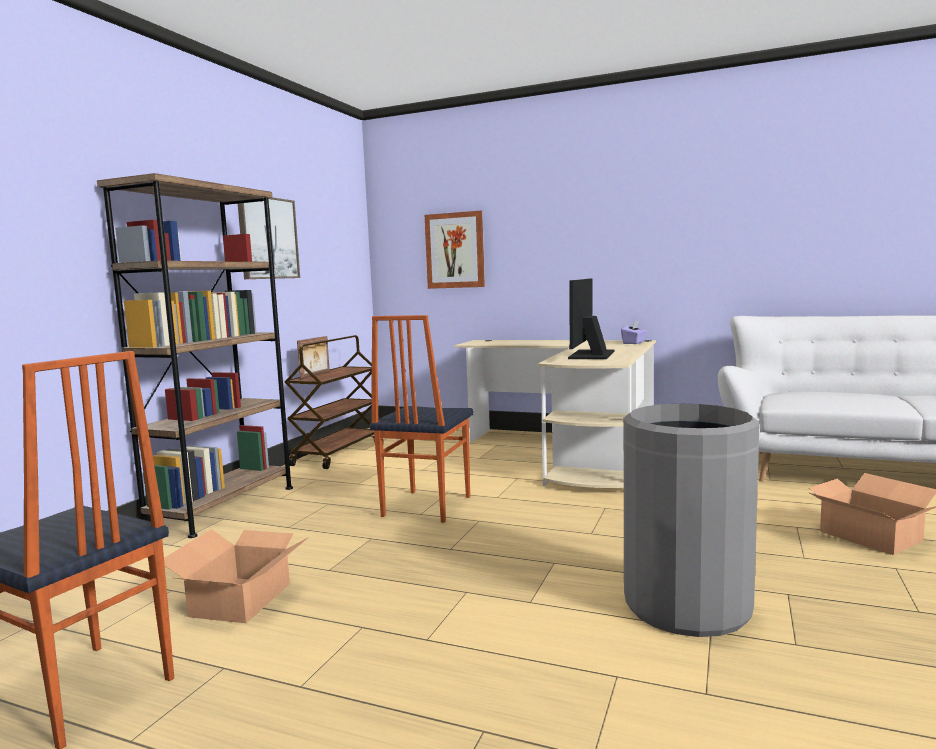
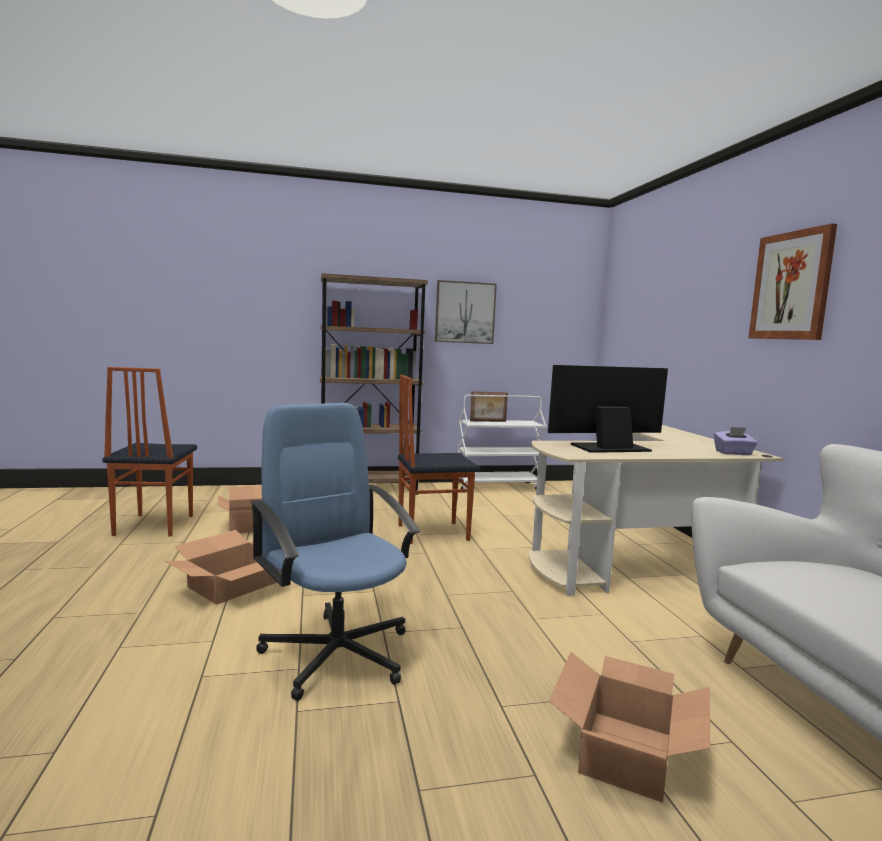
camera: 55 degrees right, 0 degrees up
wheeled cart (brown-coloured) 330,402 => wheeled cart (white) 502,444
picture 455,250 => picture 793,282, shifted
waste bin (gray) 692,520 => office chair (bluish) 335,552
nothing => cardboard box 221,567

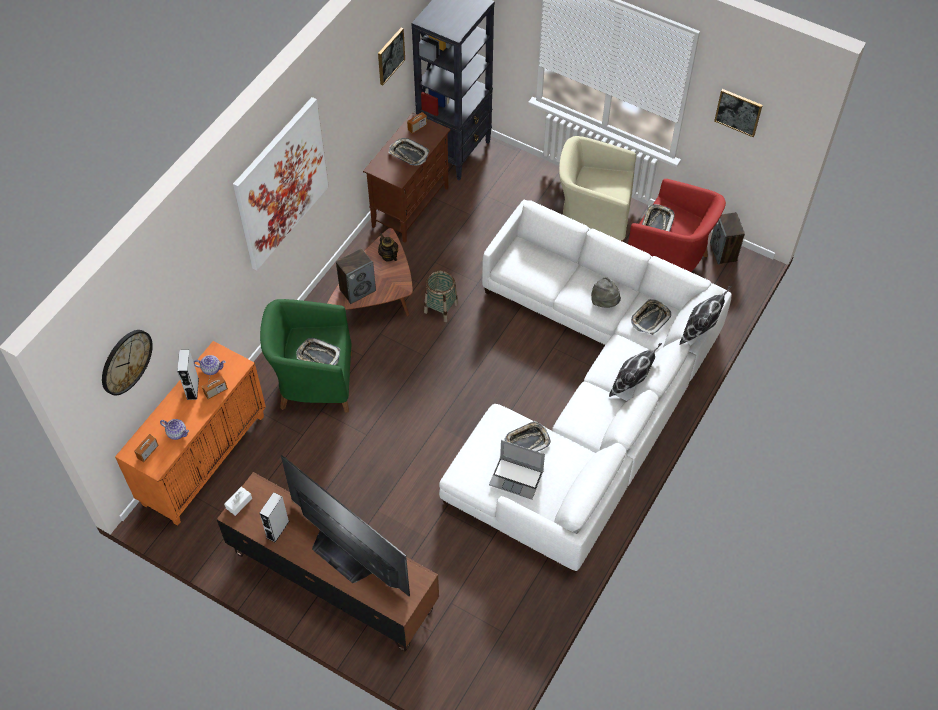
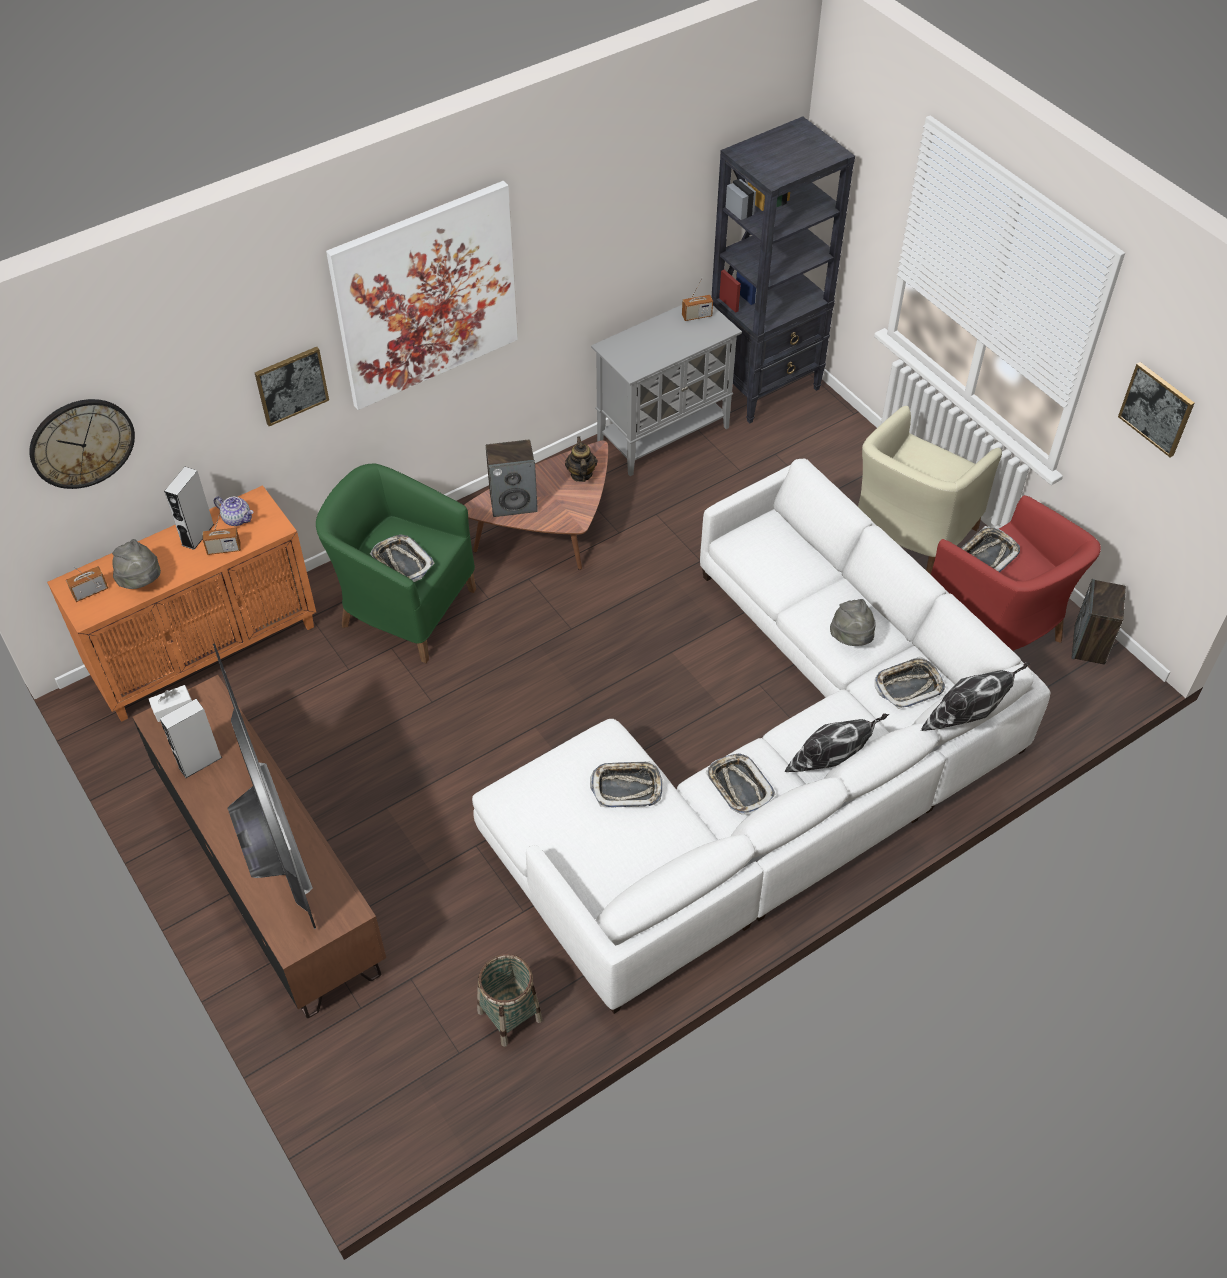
camera: 25 degrees right, 5 degrees down
tea pot 174,429 => hat (gray) 136,564
cupboard (brown-coloured) 407,177 => cupboard (gray) 666,390
picture 391,56 => picture 292,386, shifted
serving tray 409,152 => serving tray 741,784, shifted
storage basket 441,296 => storage basket 510,1000, shifted
notebook computer 517,470 => nothing
lounge chair (beige) 597,189 => lounge chair (beige) 930,490, 90 degrees counterclockwise

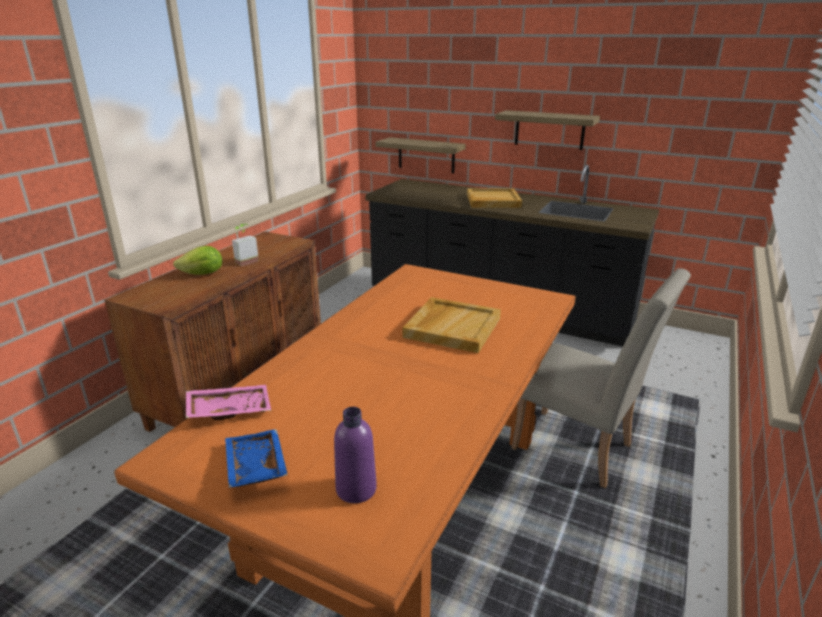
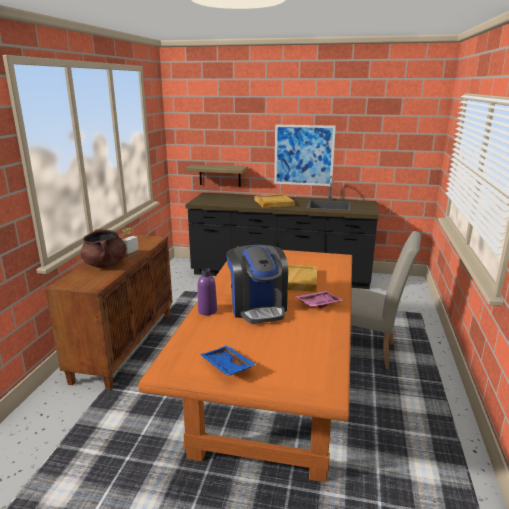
camera: 15 degrees left, 5 degrees down
head of lettuce 197,260 => stockpot (brown-coloured) 103,248
serving tray (pink) 228,402 => serving tray (pink) 319,299, shifted
bottle (purple-coloured) 355,455 => bottle (purple-coloured) 207,291, shifted
wall shelf 547,130 => picture 305,155
nothing => coffee brewer 257,284

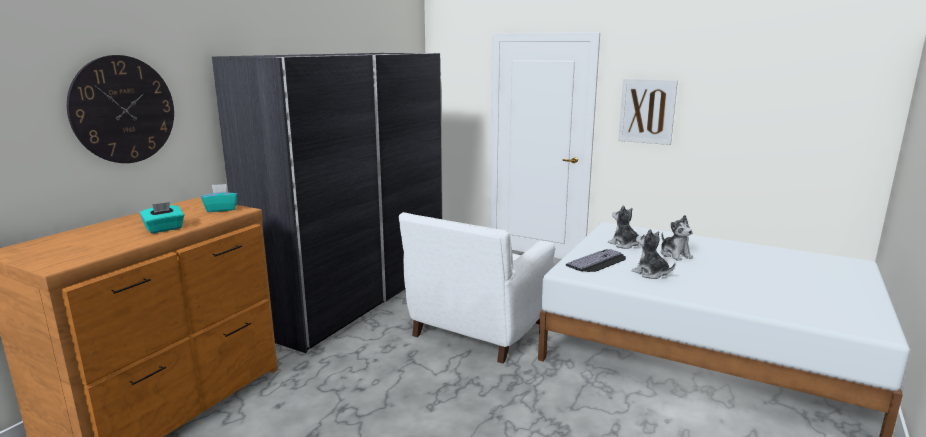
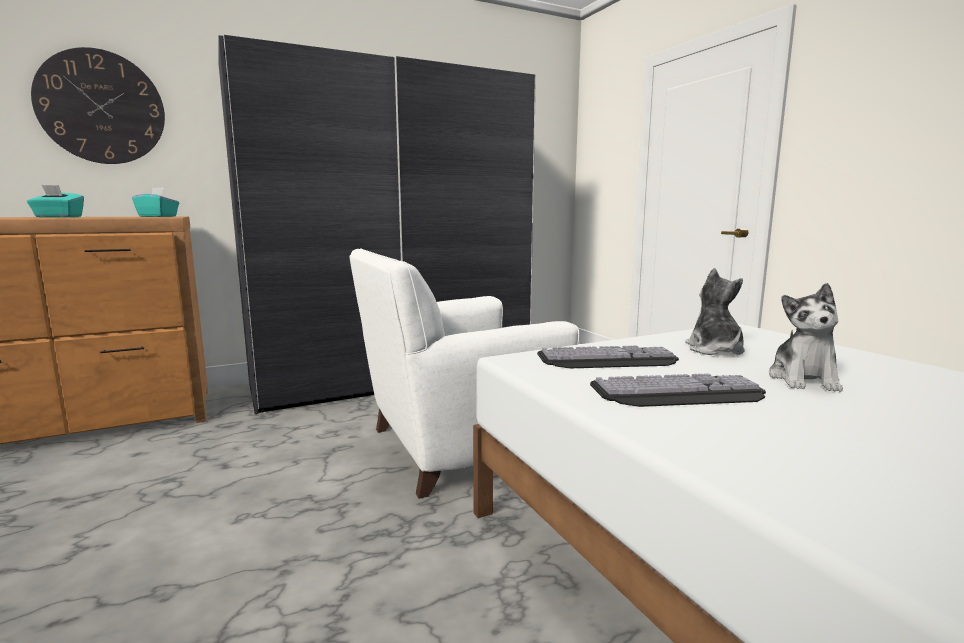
camera: 35 degrees right, 5 degrees down
picture 648,112 => nothing
plush toy 654,254 => keyboard 678,390

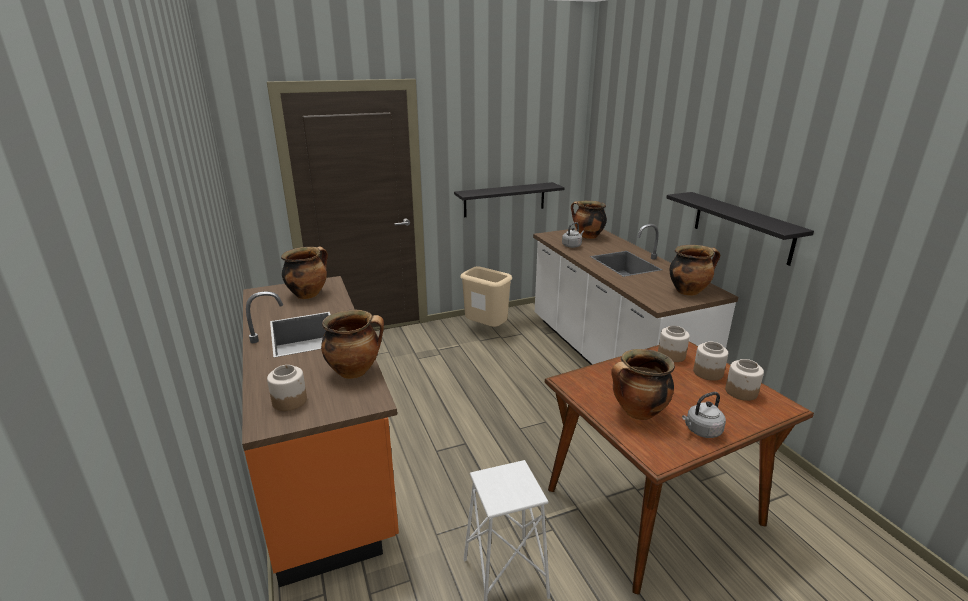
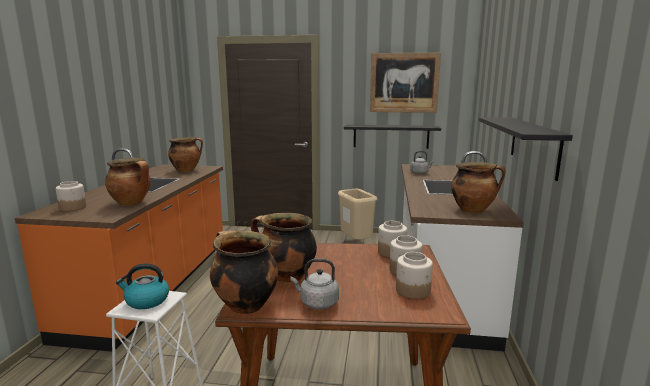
camera: 30 degrees right, 10 degrees down
stockpot 589,220 => stockpot 244,272, shifted
nothing => kettle 142,286
nothing => picture 405,83

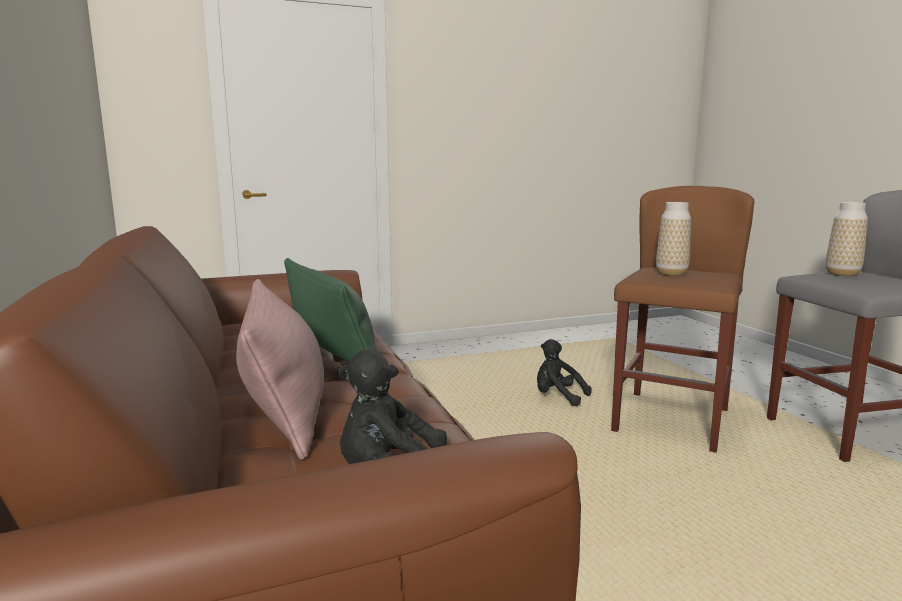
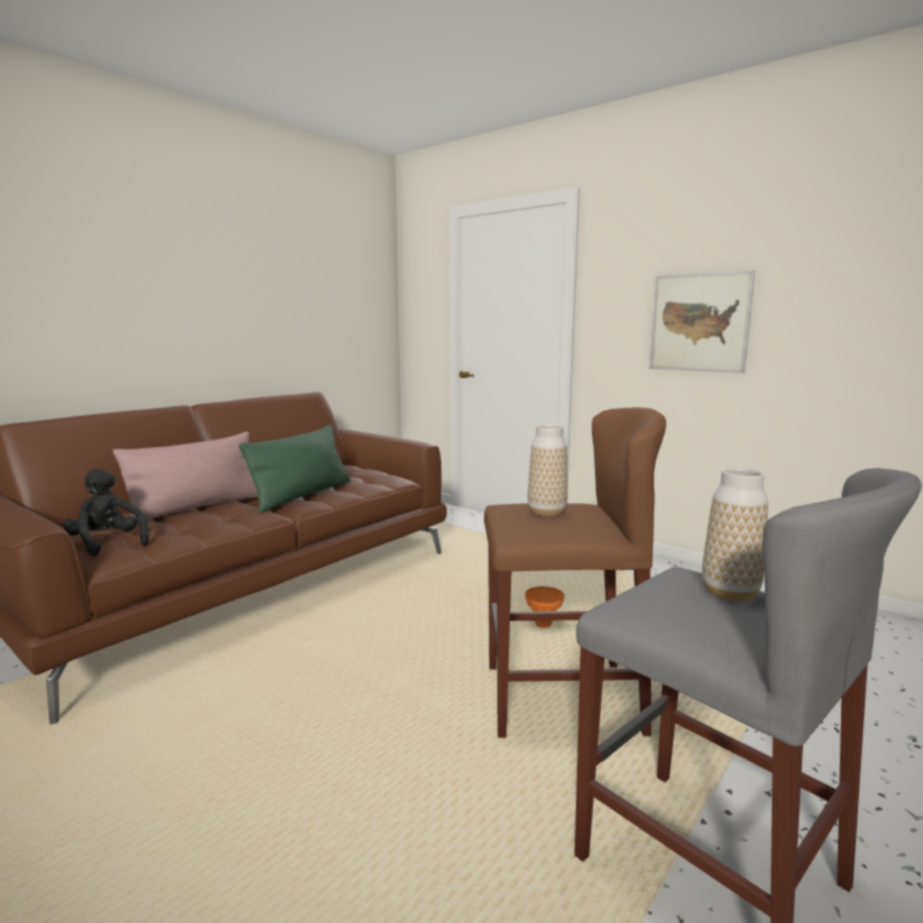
camera: 60 degrees right, 0 degrees up
plush toy (black) 564,372 => vase (orange-coloured) 544,607
nothing => picture 702,322

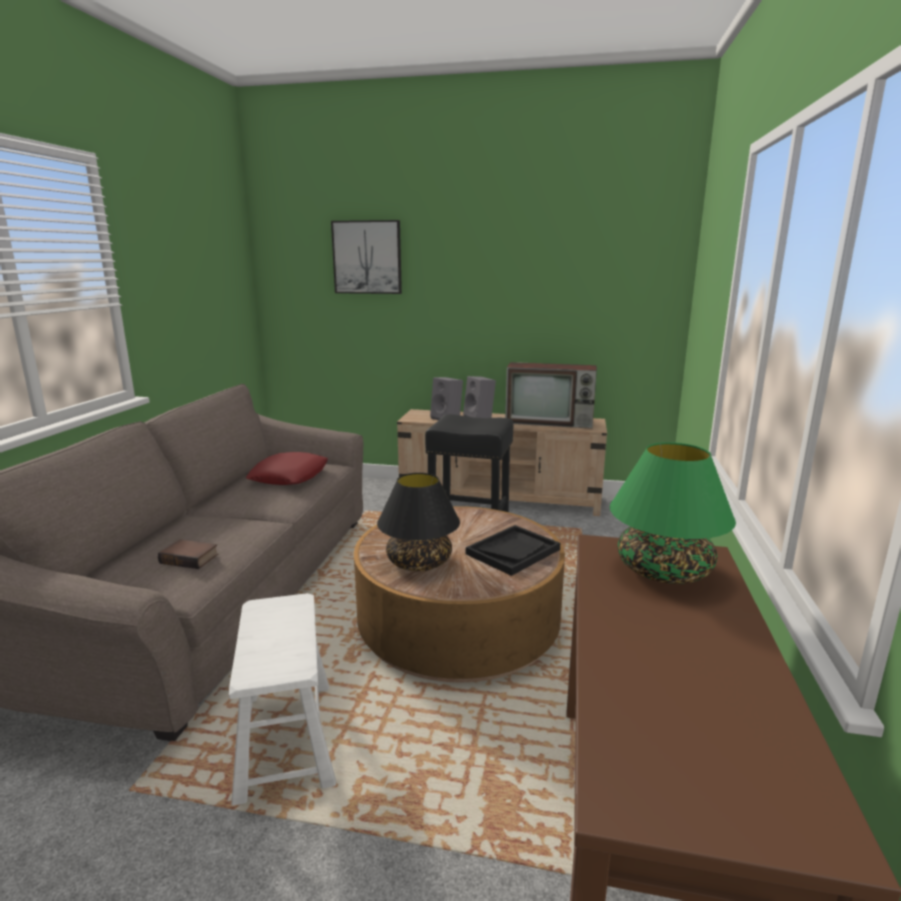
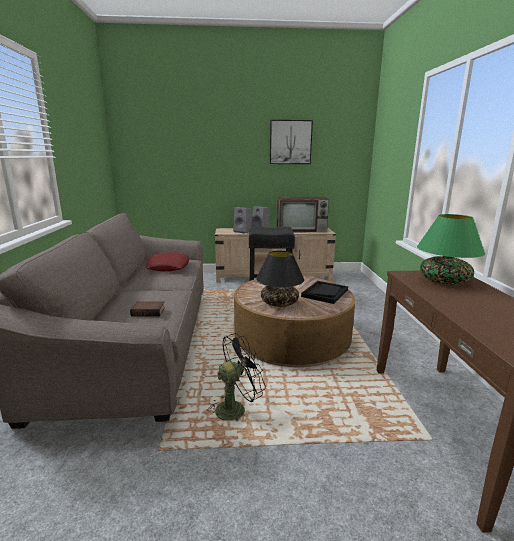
camera: 15 degrees left, 0 degrees up
stool (white) 282,699 => fan (black) 237,377
picture 366,257 => picture 291,142, shifted

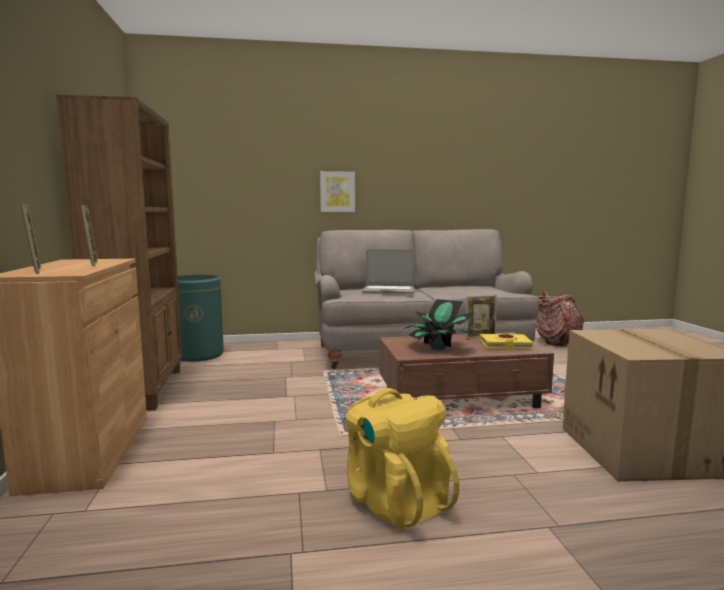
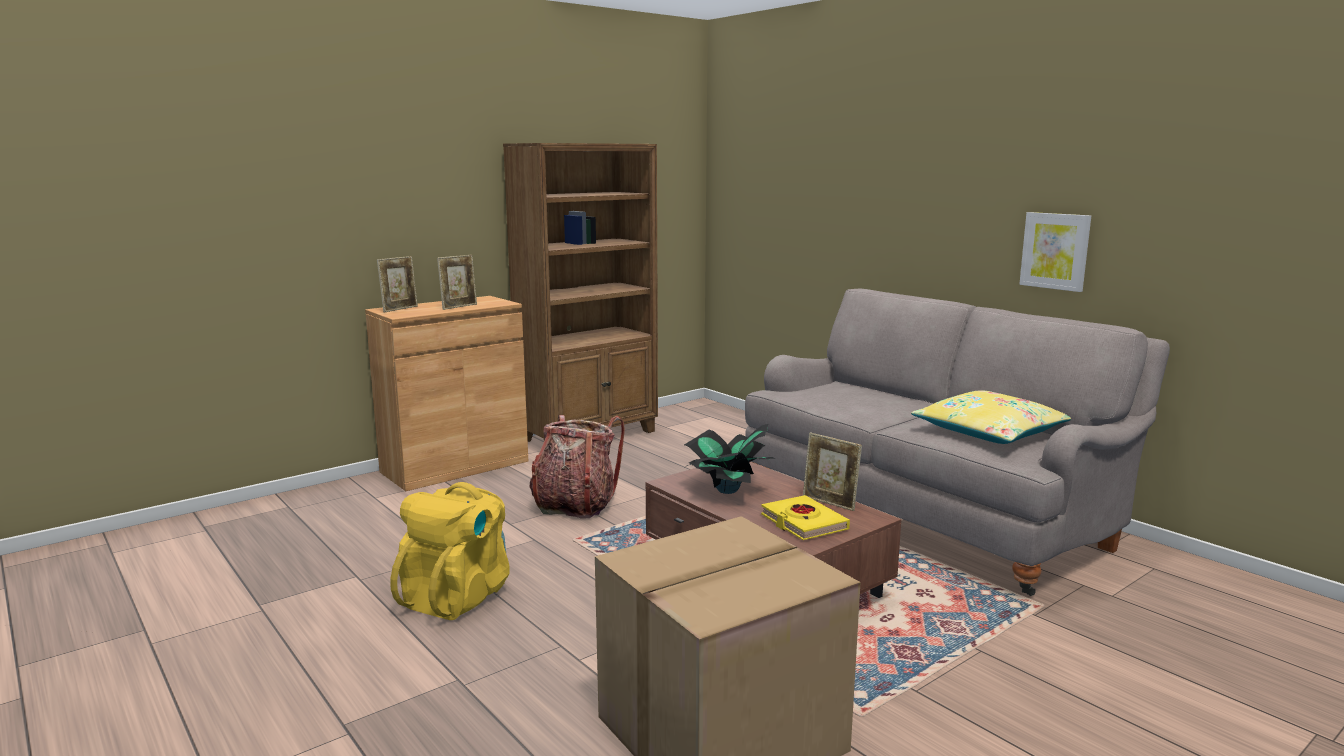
camera: 60 degrees right, 5 degrees up
waste bin (green) 201,318 => nothing
picture 337,191 => picture 1055,252, shifted
notebook computer 388,271 => nothing
rucksack 559,319 => rucksack 577,466, shifted
nothing => throw pillow (yellow-coloured) 991,417

